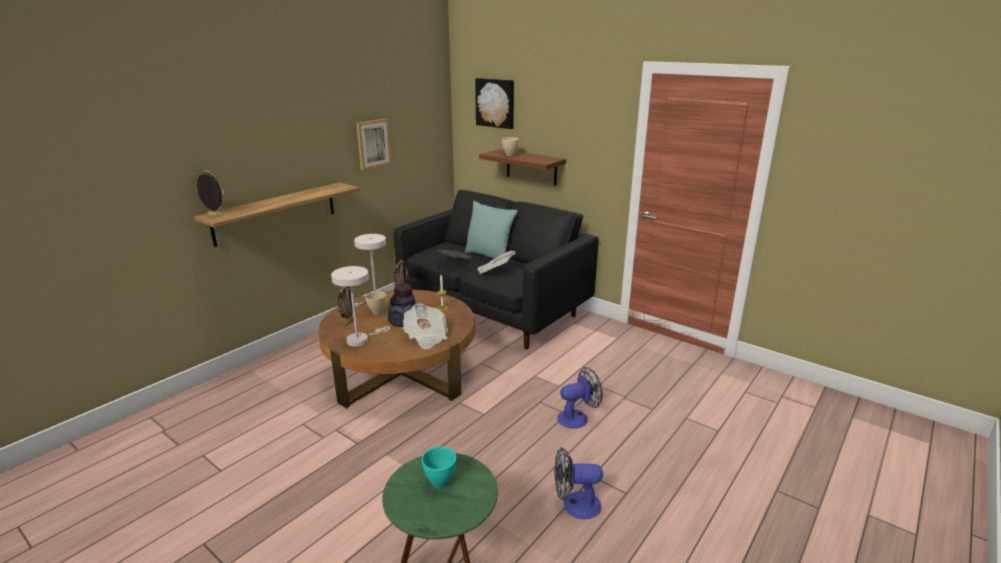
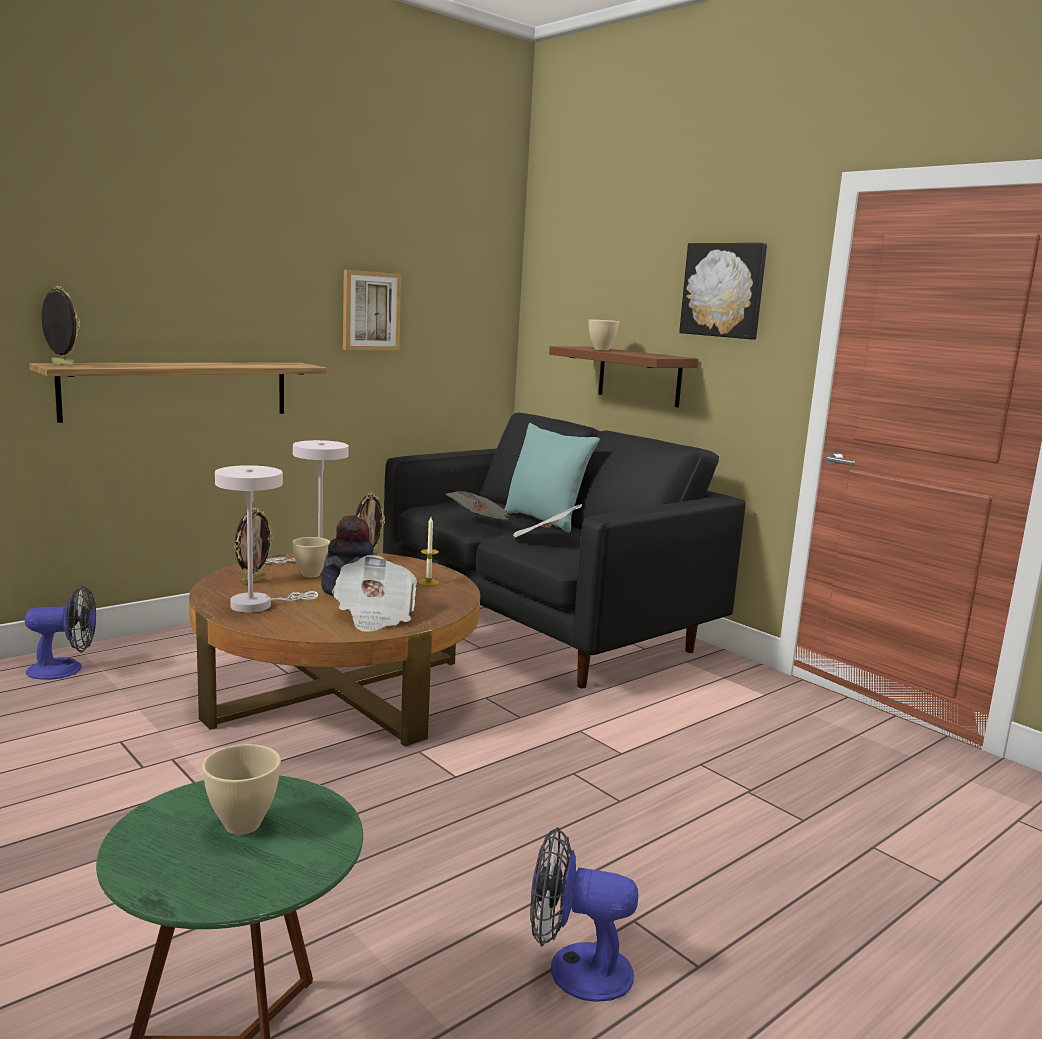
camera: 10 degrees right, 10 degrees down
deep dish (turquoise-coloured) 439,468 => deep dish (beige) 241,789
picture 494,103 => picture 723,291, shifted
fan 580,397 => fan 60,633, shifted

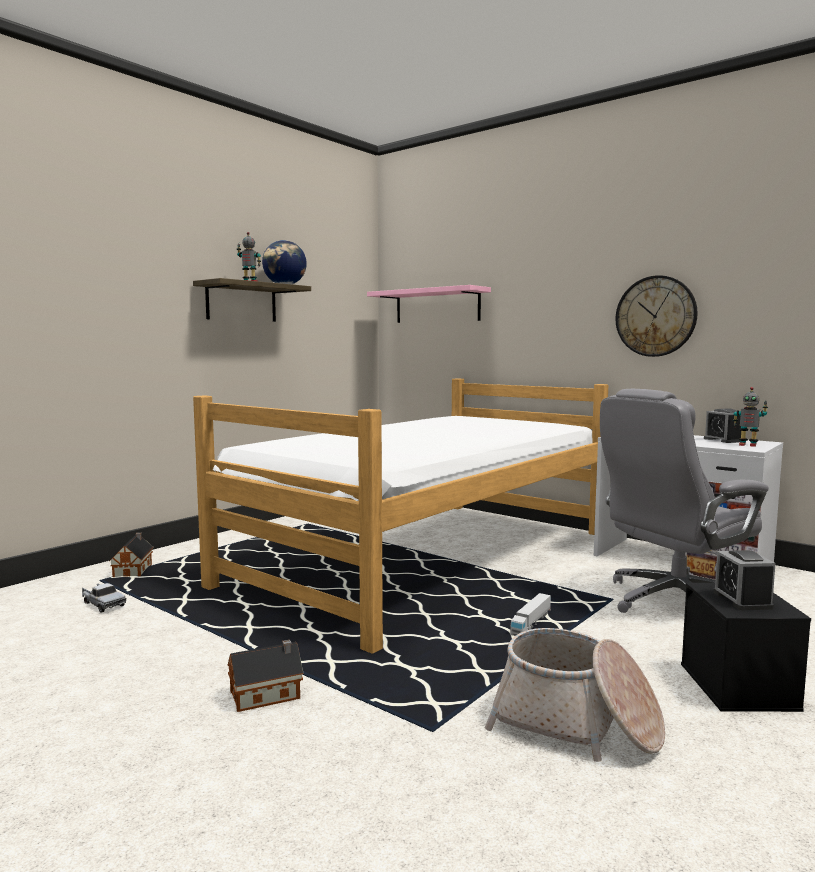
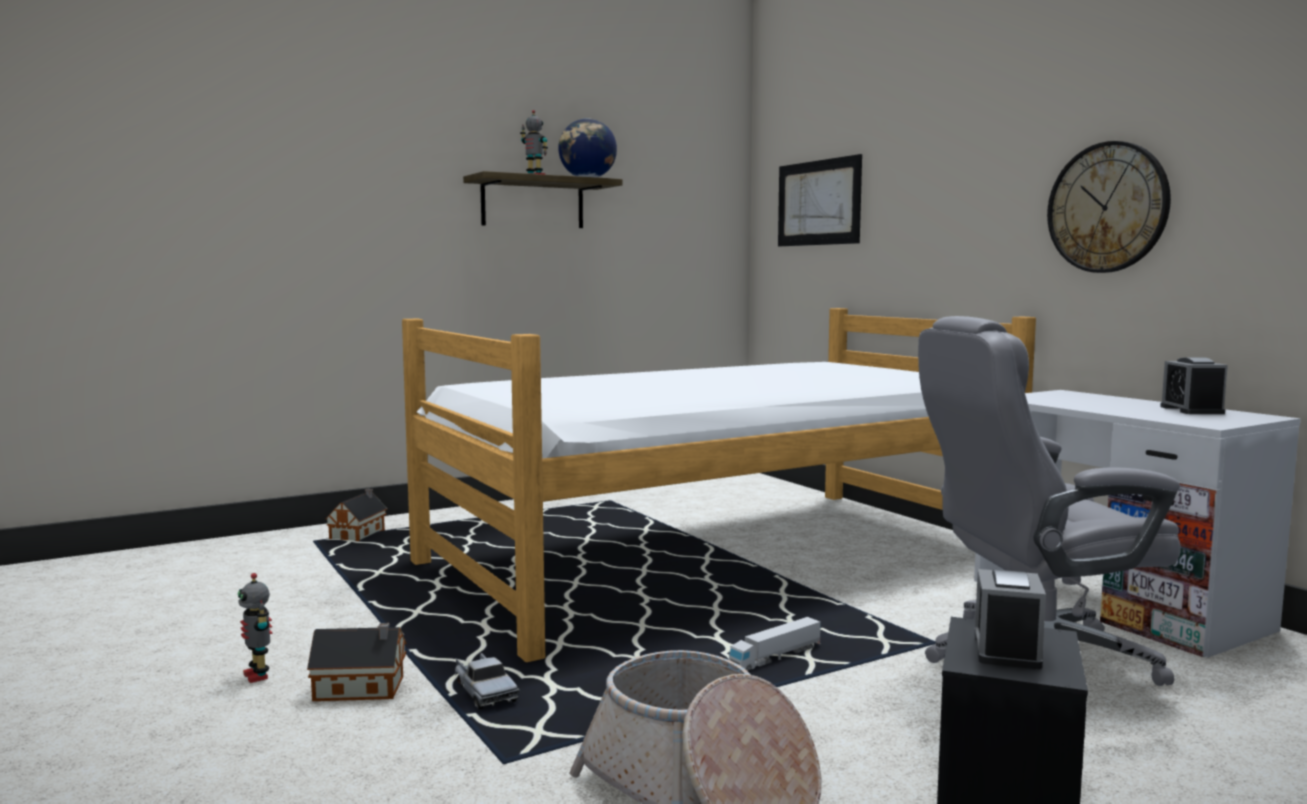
camera: 20 degrees right, 0 degrees up
toy truck 104,597 => toy truck 487,681, shifted
wall shelf (pink) 429,304 => picture 820,200
robot figure 750,417 => robot figure 255,628, shifted

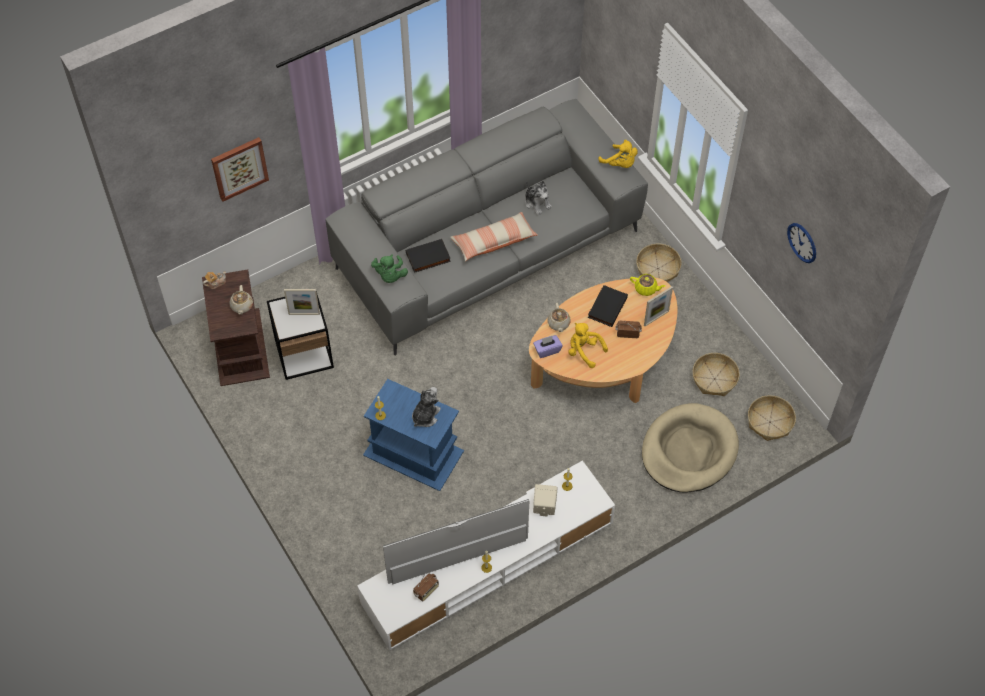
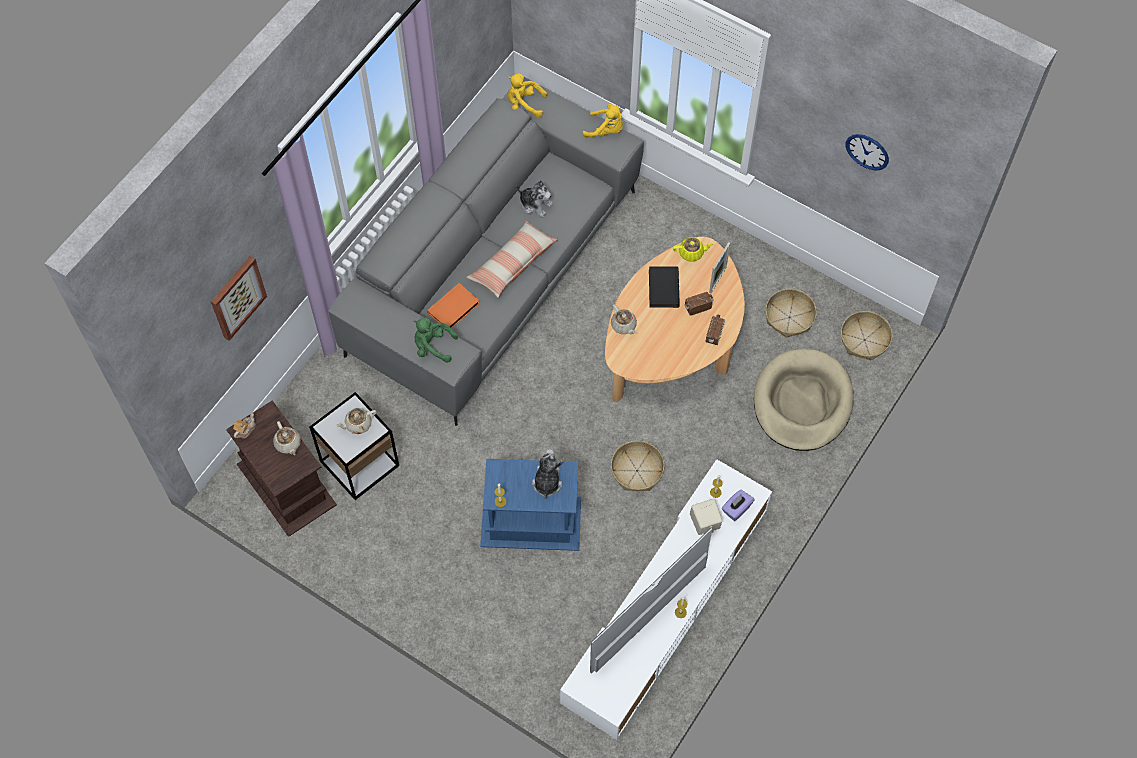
camera: 25 degrees left, 5 degrees up
picture frame 302,302 => tea pot (beige) 356,421
plush toy (green) 389,268 => plush toy (green) 436,340, 135 degrees clockwise
bound book (black) 428,256 => bound book (orange-coloured) 453,305
radio 426,587 => radio 715,330, shifted
box of tissues (purple-coloured) 548,346 => box of tissues (purple-coloured) 738,505, shifted
plush toy (yellow-coloured) 588,345 => plush toy (yellow-coloured) 527,95, shifted
storage basket 658,263 => storage basket 638,466, shifted

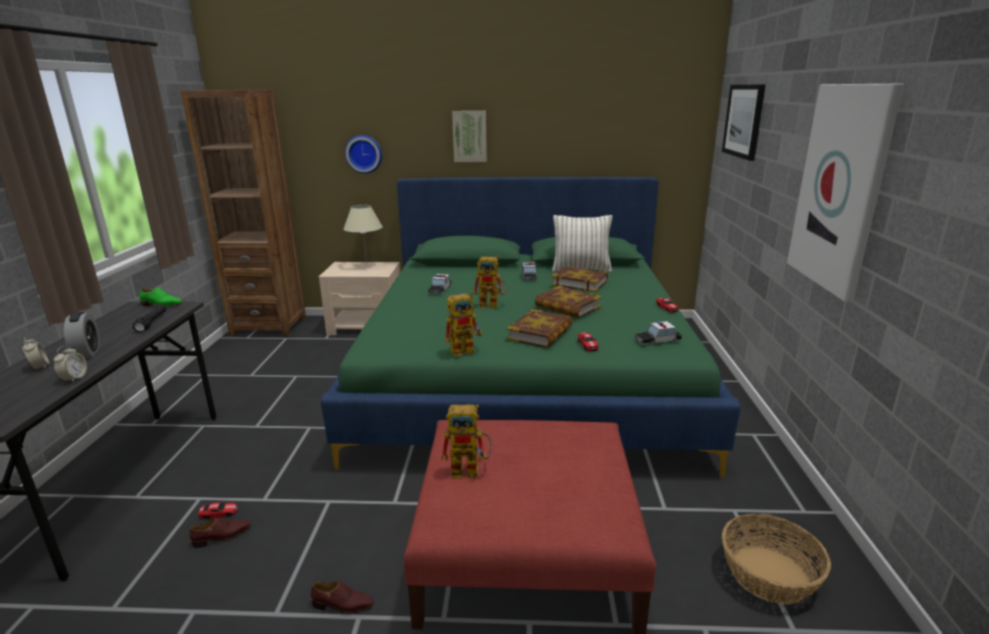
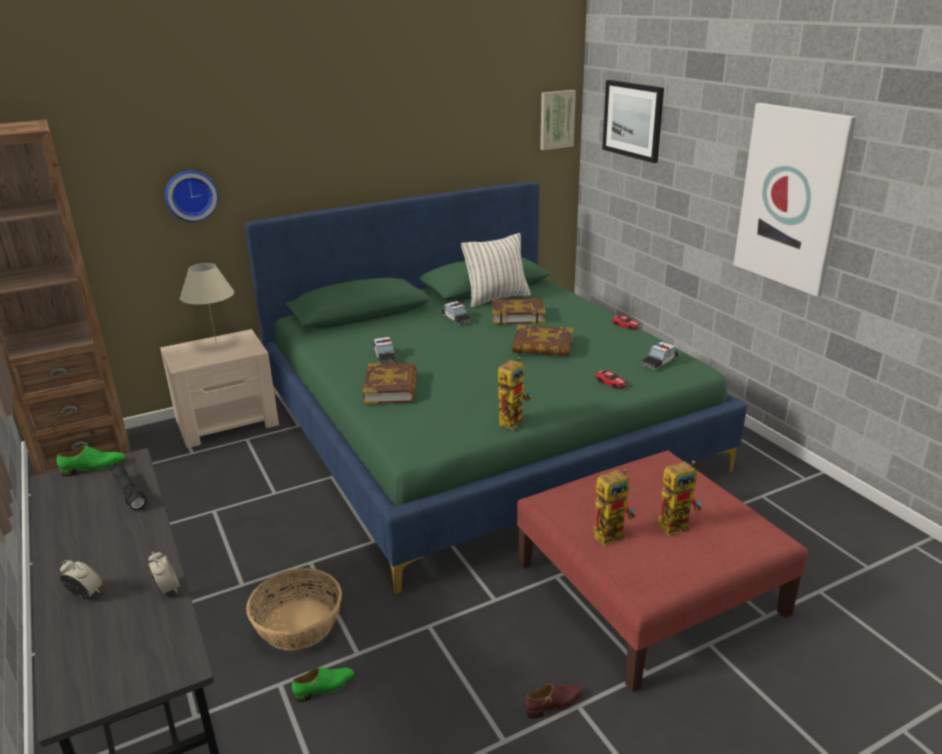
camera: 30 degrees left, 5 degrees up
alarm clock 82,335 => nothing
item of footwear (brown-coloured) 220,533 => nothing
miniature car 218,511 => item of footwear (green) 323,684
picture 469,136 => picture 558,120, shifted
robot figure 490,282 => robot figure 680,498, shifted
bound book 540,328 => bound book 390,383, shifted
storage basket 776,559 => storage basket 294,609, shifted

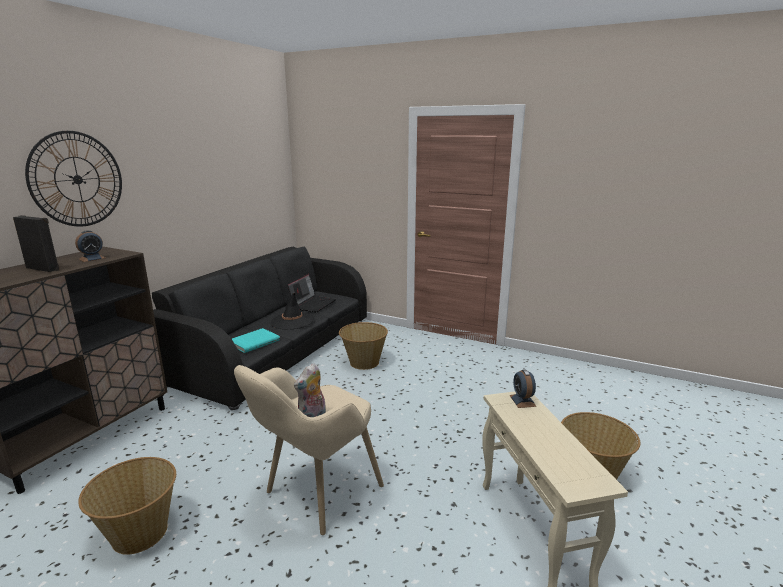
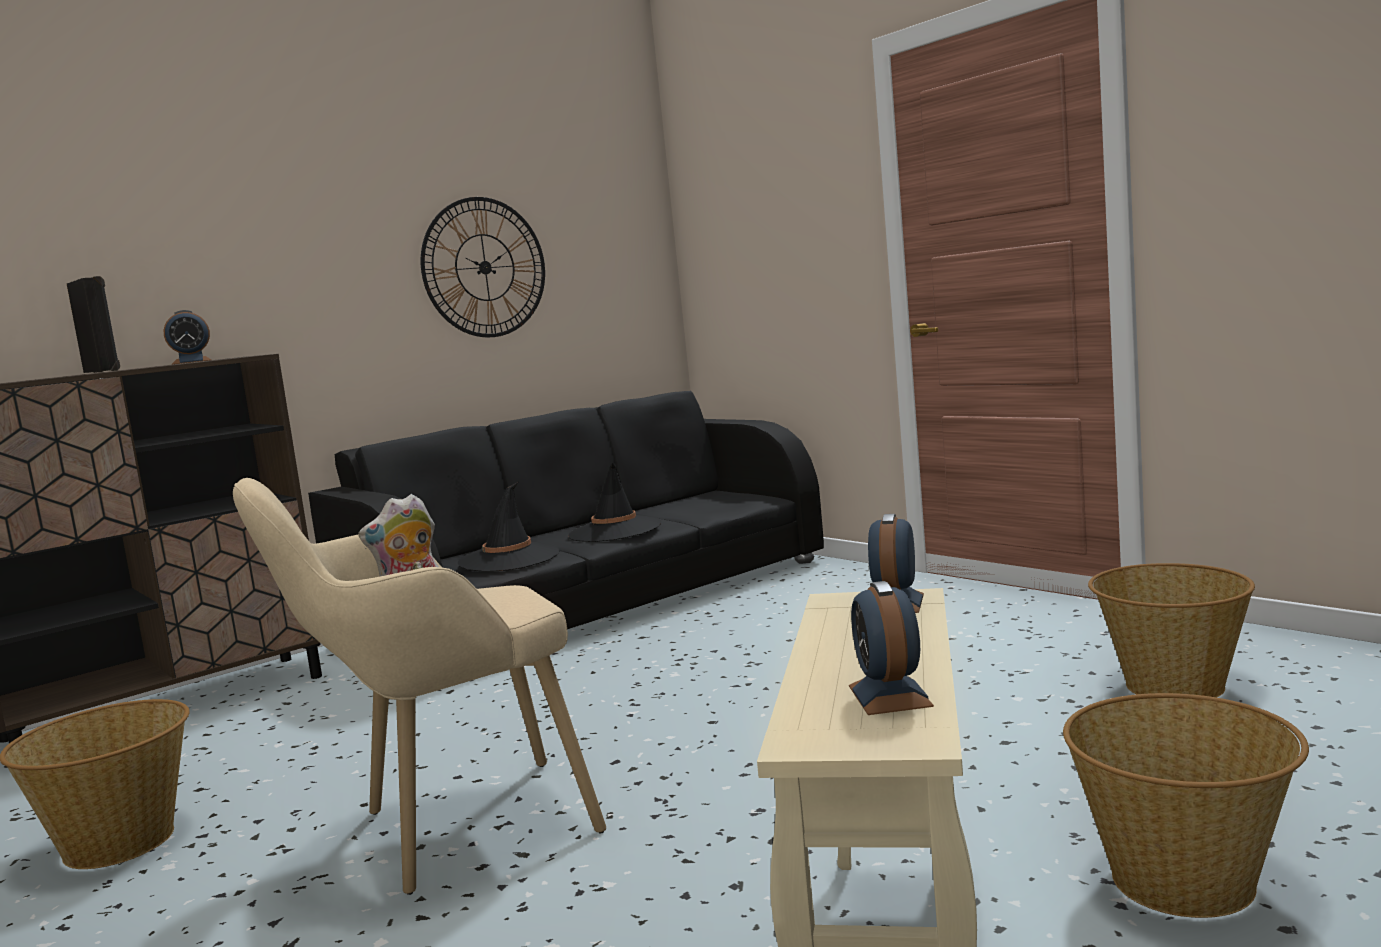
camera: 25 degrees right, 10 degrees down
hanging clock 73,179 => hanging clock 483,267, shifted
bound book (turquoise-coloured) 256,340 => hat (black) 508,527
notebook computer 311,292 => nothing
storage basket 363,346 => storage basket 1171,630, shifted
nothing => alarm clock 891,648

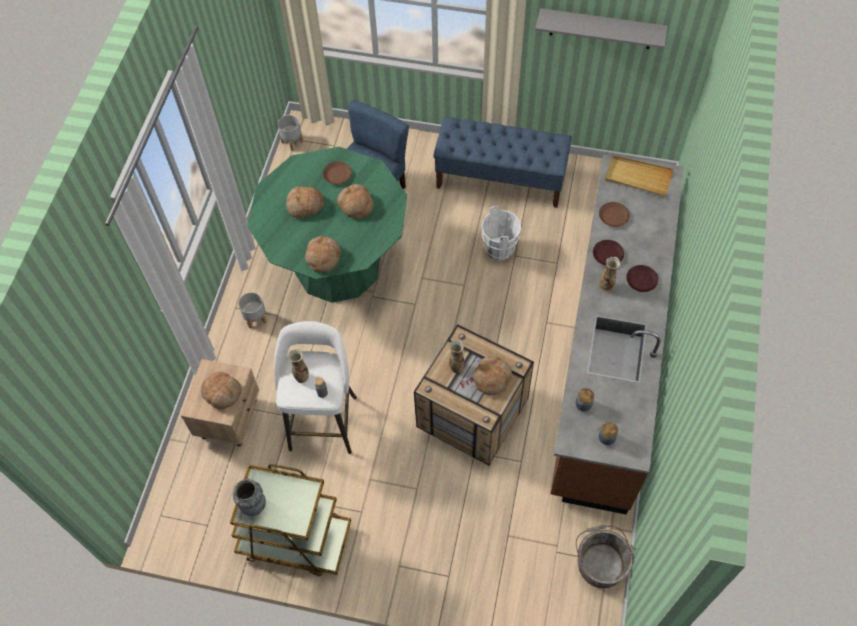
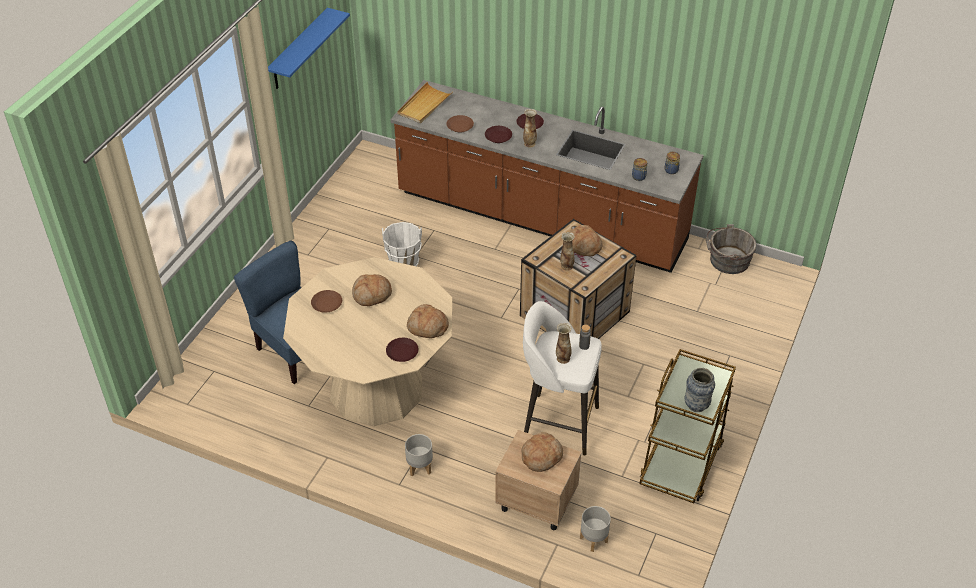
camera: 80 degrees left, 15 degrees down
dinner table (green) 327,225 => dinner table (beige) 367,341
plant pot (gray) 290,133 => plant pot (gray) 595,529, shifted
bakery bread 305,202 => nothing
bench (bluish) 502,162 => nothing
wall shelf (gray) 601,28 => wall shelf (bluish) 309,48
nothing => plate (brown-coloured) 402,350

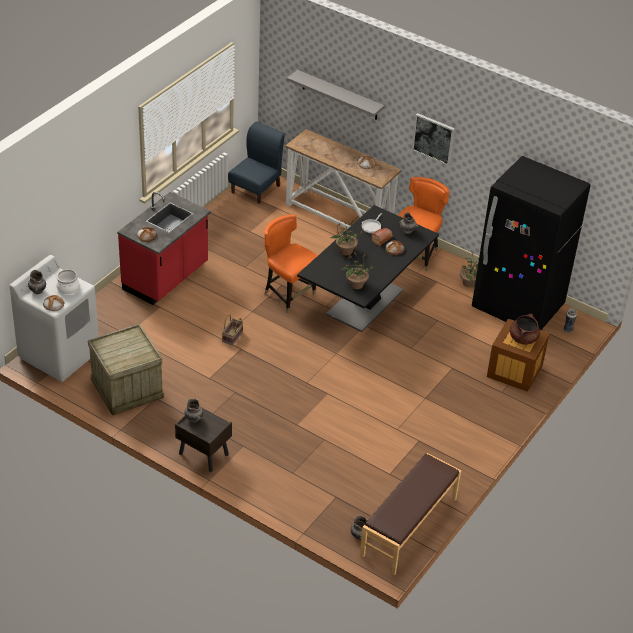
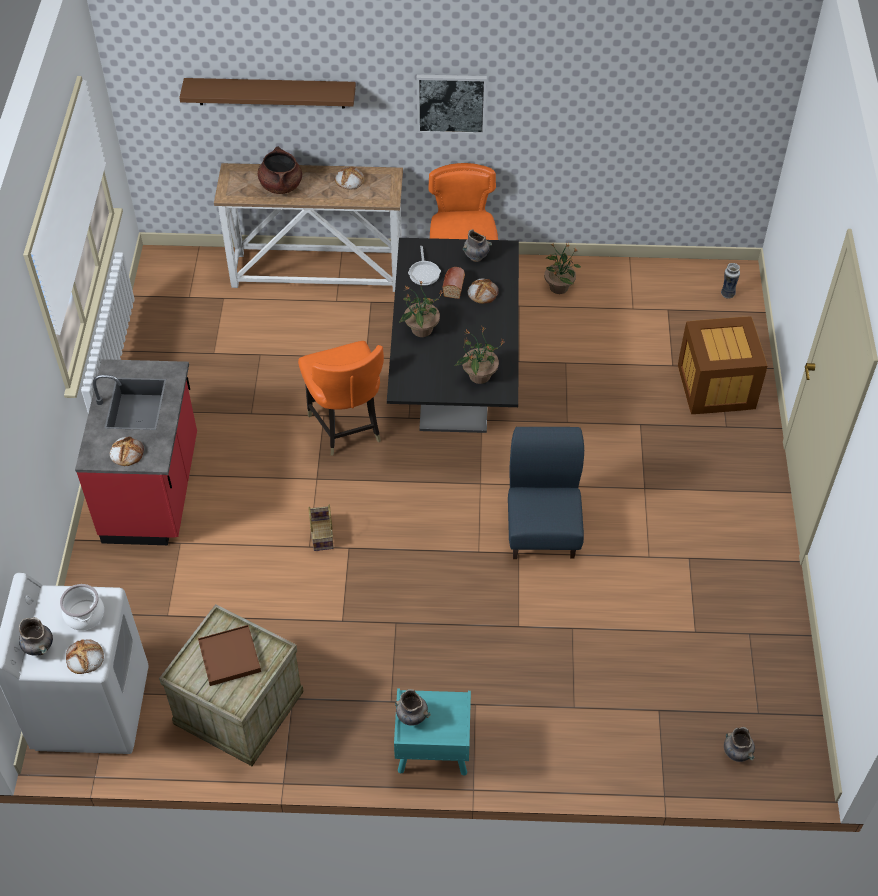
camera: 30 degrees left, 10 degrees up
night table (brown-coloured) 203,439 => night table (turquoise-coloured) 432,732
chair (bluish) 256,163 => chair (bluish) 546,493, shifted
chair (orange-coloured) 291,263 => chair (orange-coloured) 341,398, 120 degrees counterclockwise
wall shelf (gray) 336,95 => wall shelf (brown-coloured) 267,93
bench (brown-coloured) 410,514 => nothing
kitchen fridge (black) 531,243 => nothing
stockpot (brown-coloured) 525,329 => stockpot (brown-coloured) 280,170, shifted
nothing => serving tray (brown-coloured) 229,655

